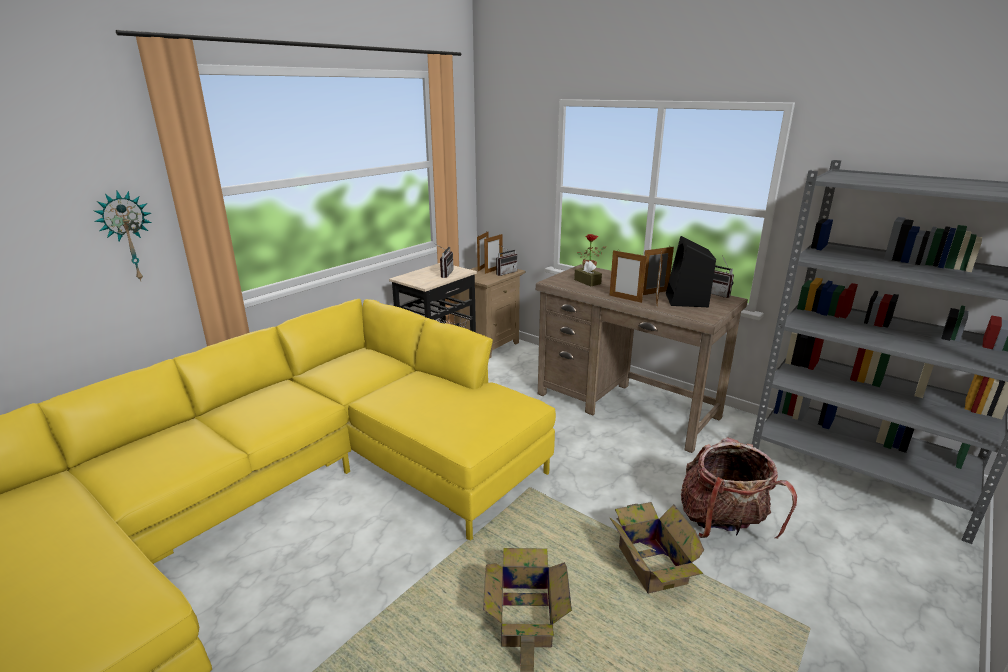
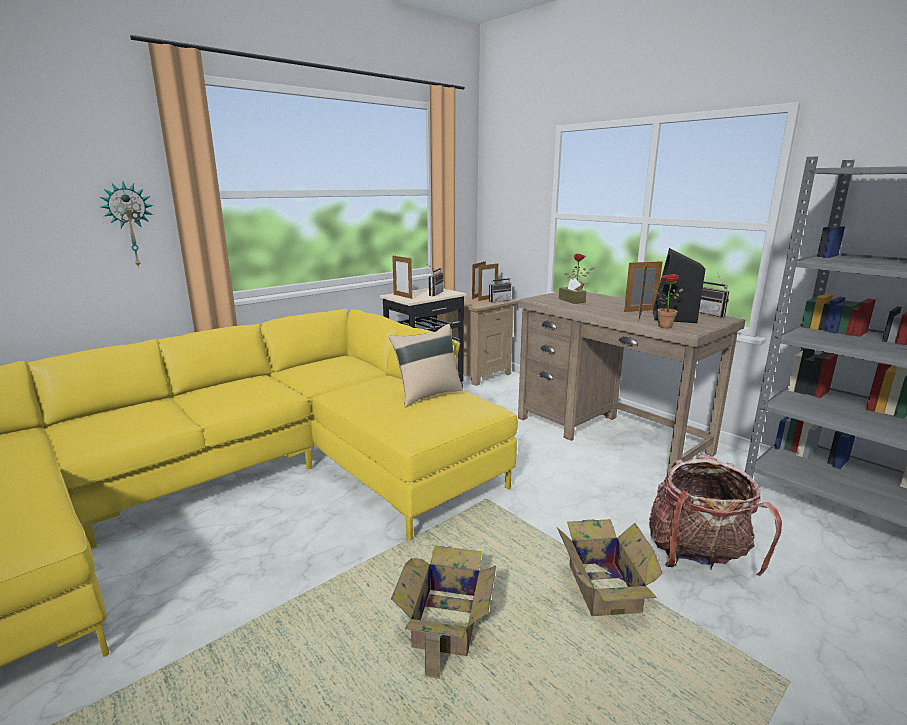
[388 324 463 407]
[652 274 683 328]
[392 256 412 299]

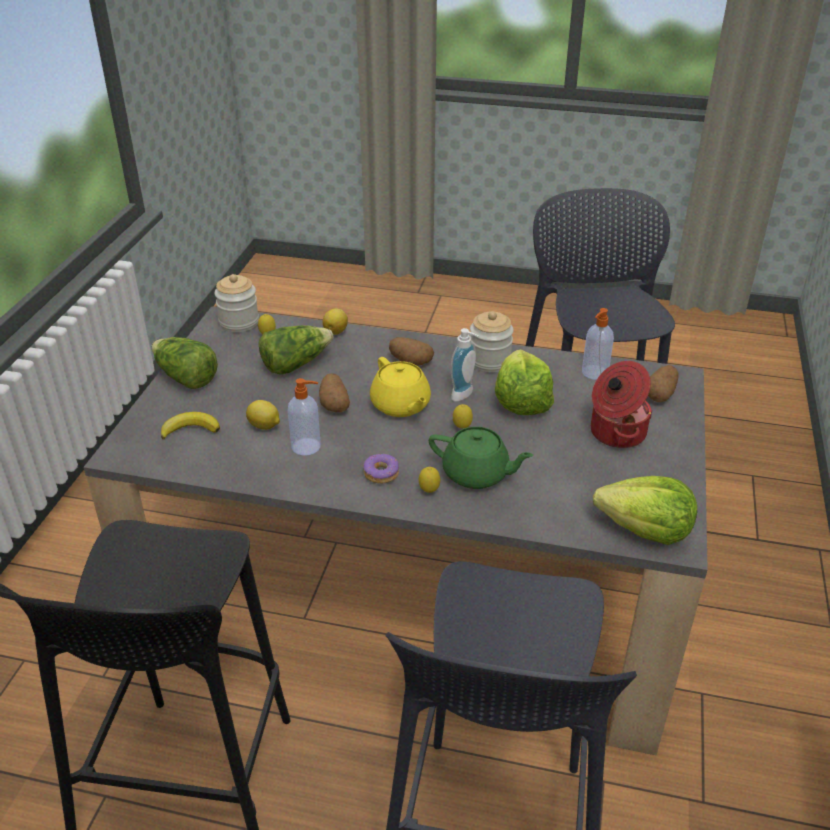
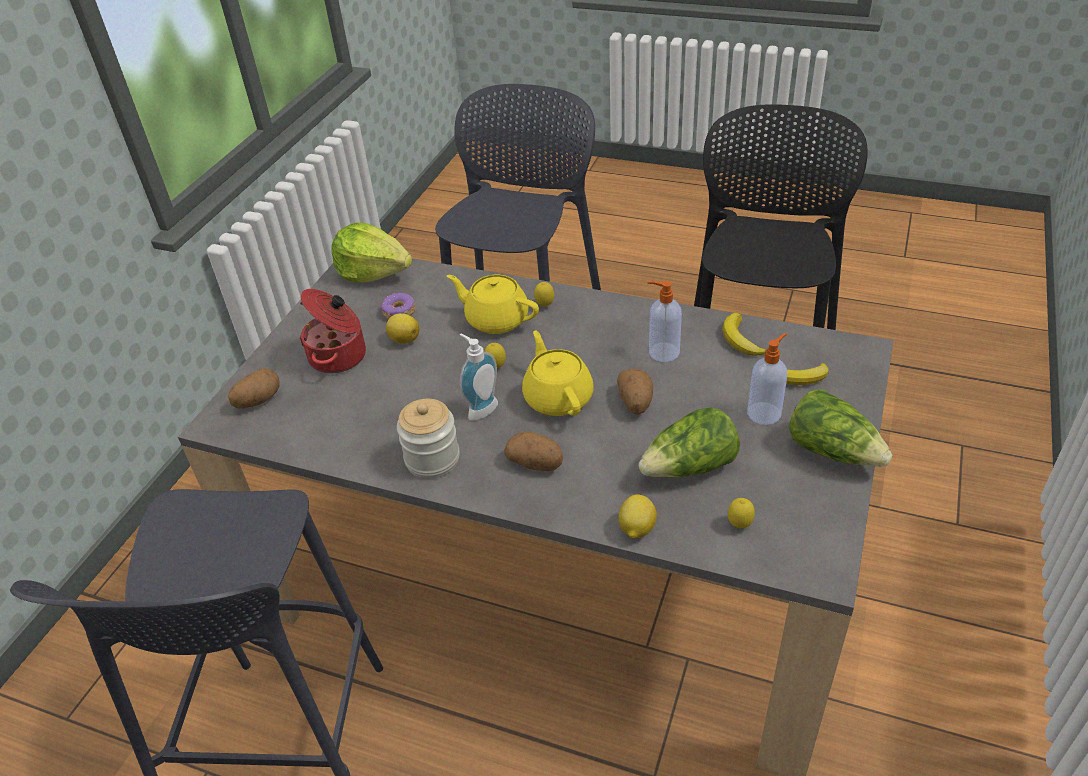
[215 274 259 333] (first image)
[495 350 554 415] (first image)
[723 313 766 356]
[386 313 419 344]
[381 293 416 319]
[747 333 787 425]
[447 275 539 334]

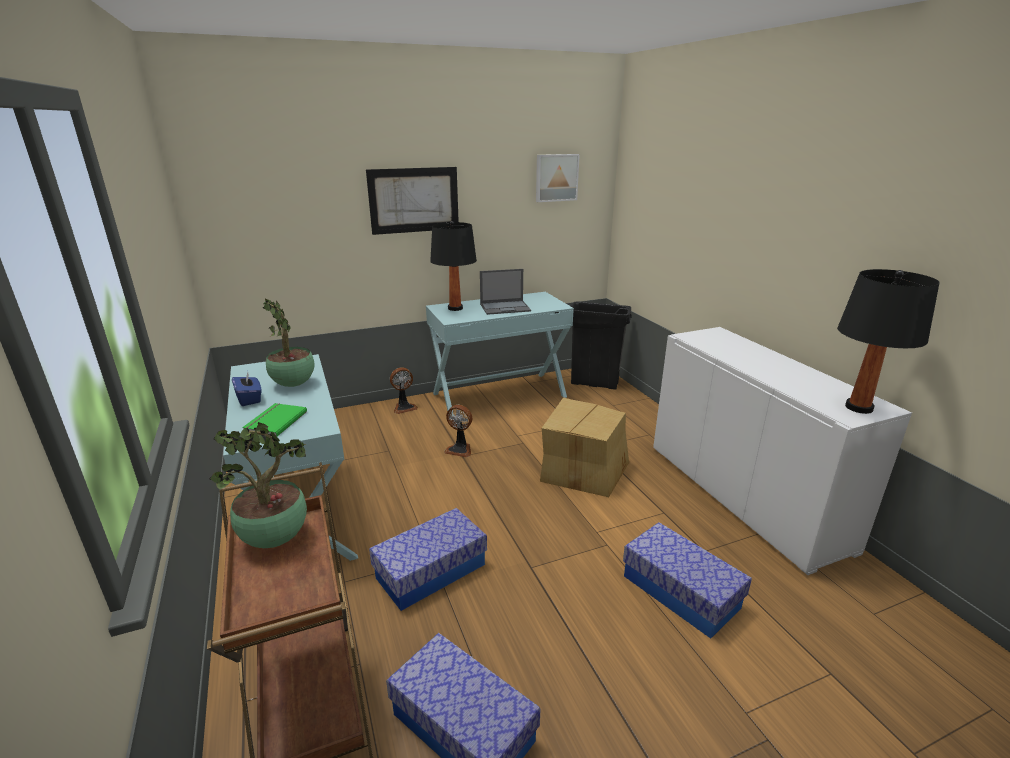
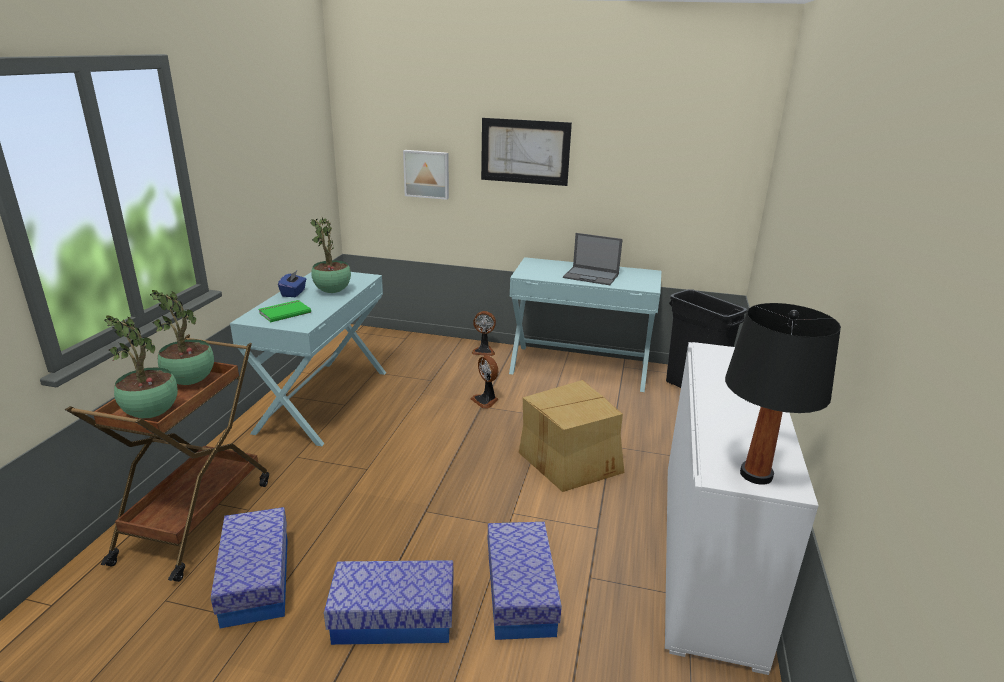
[430 221 477 311] (first image)
[104 316 178 418]
[324 560 453 645]
[403 150 449 200]

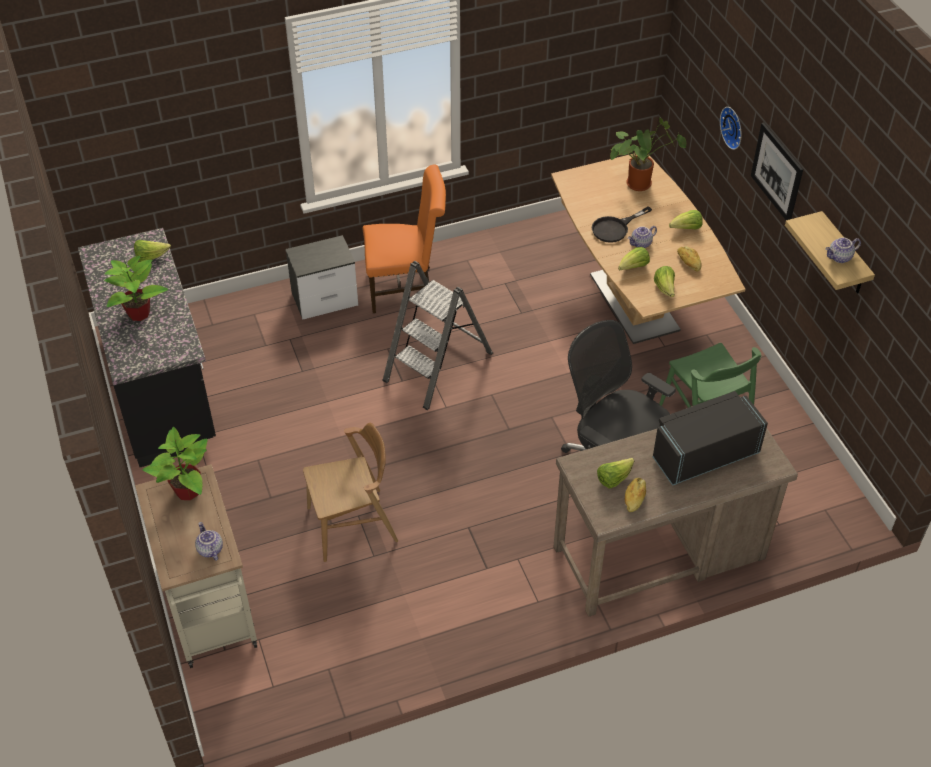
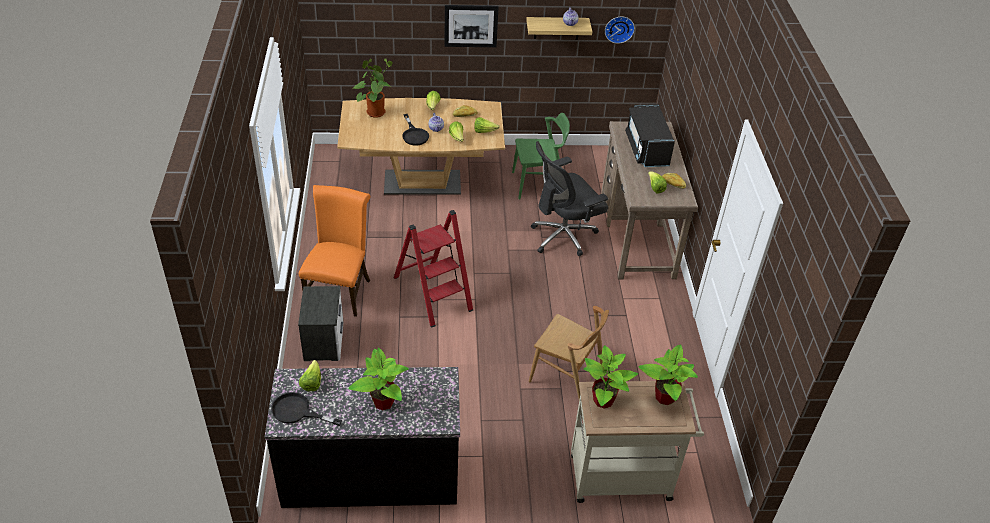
[271 392 343 426]
[605 17 635 44]
[638 344 698 405]
[393 210 473 328]
[529 306 609 400]

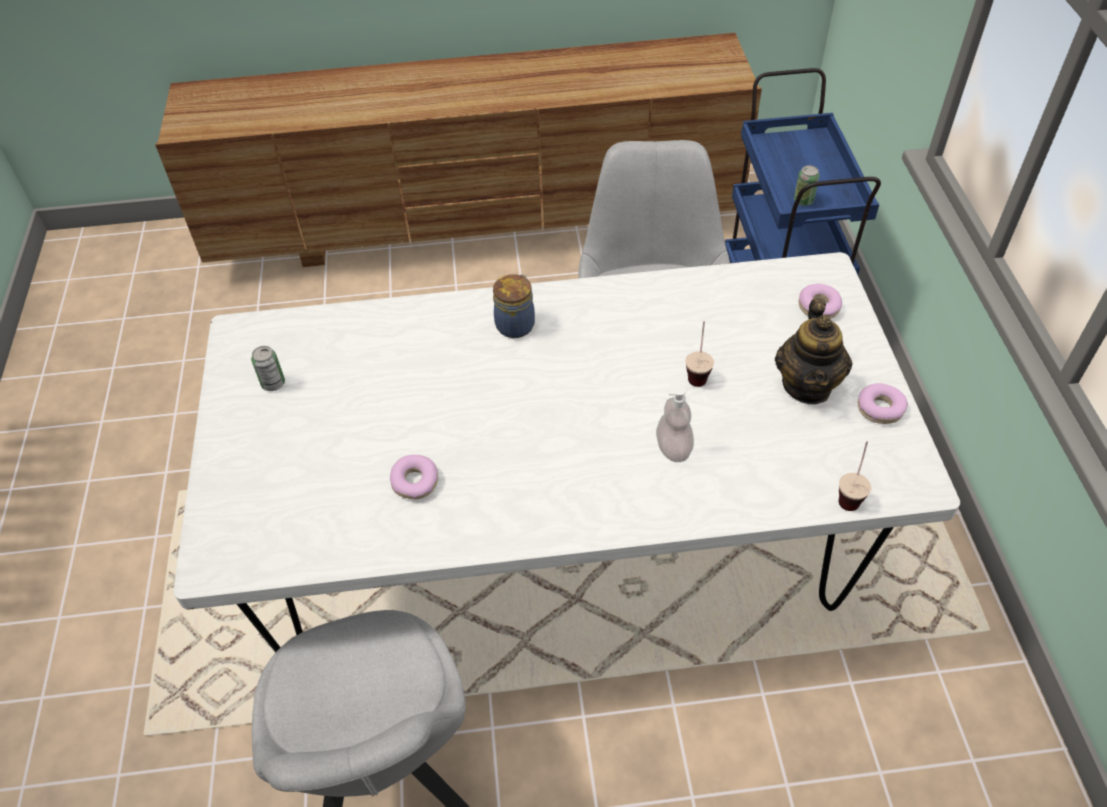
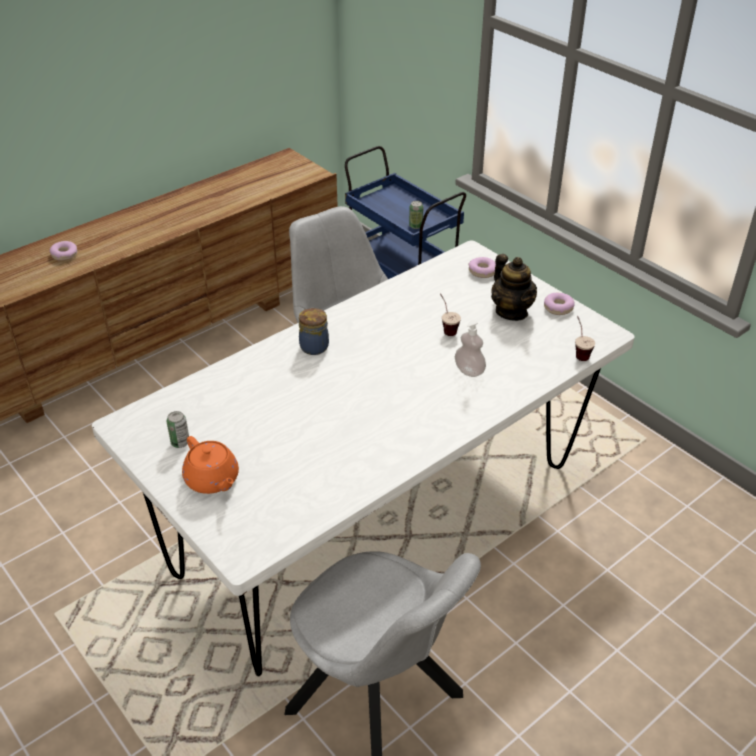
[182 436 239 494]
[50 241 78 260]

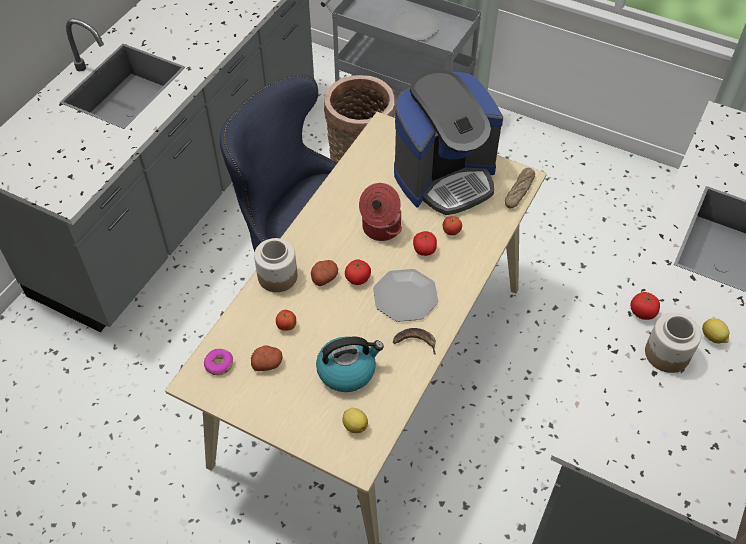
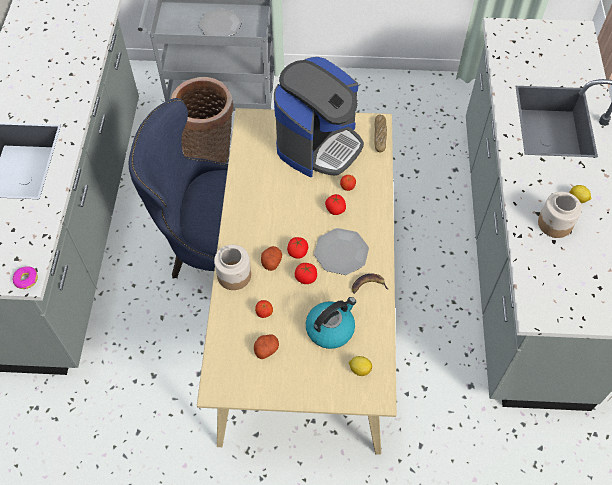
[359 183 402 241] (first image)
[12 266 38 289]
[295 263 317 284]

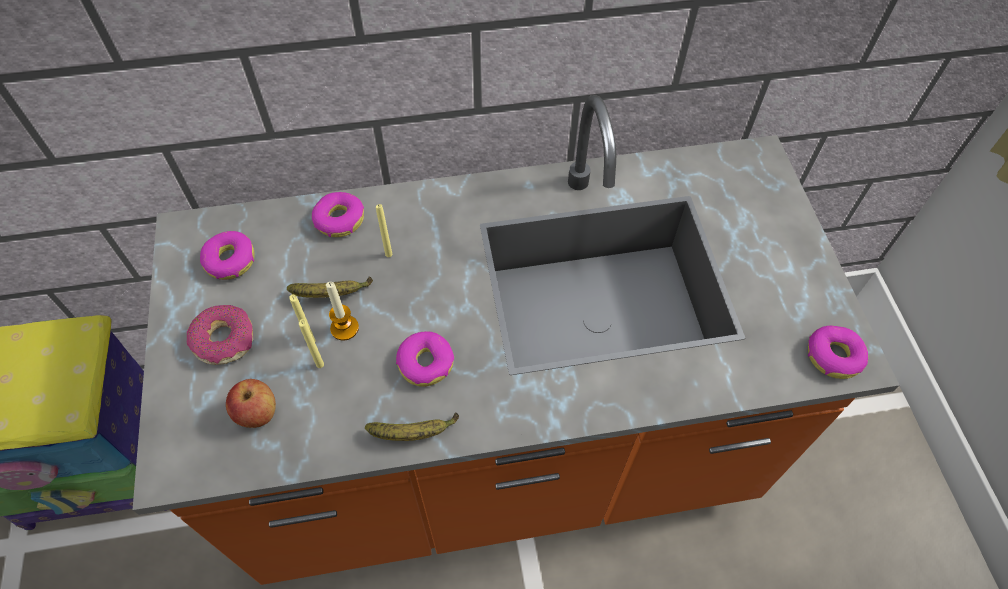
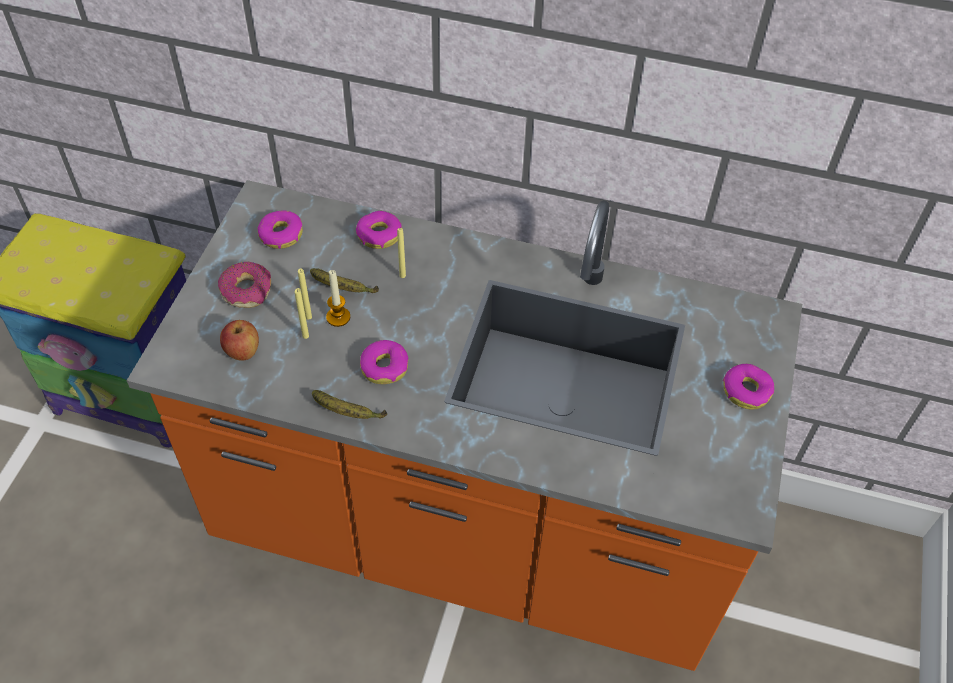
[723 364 774 410]

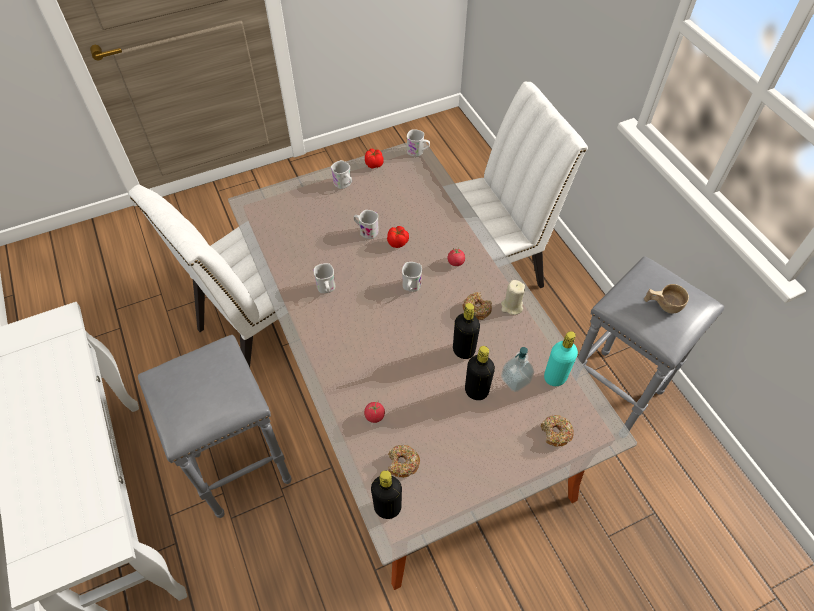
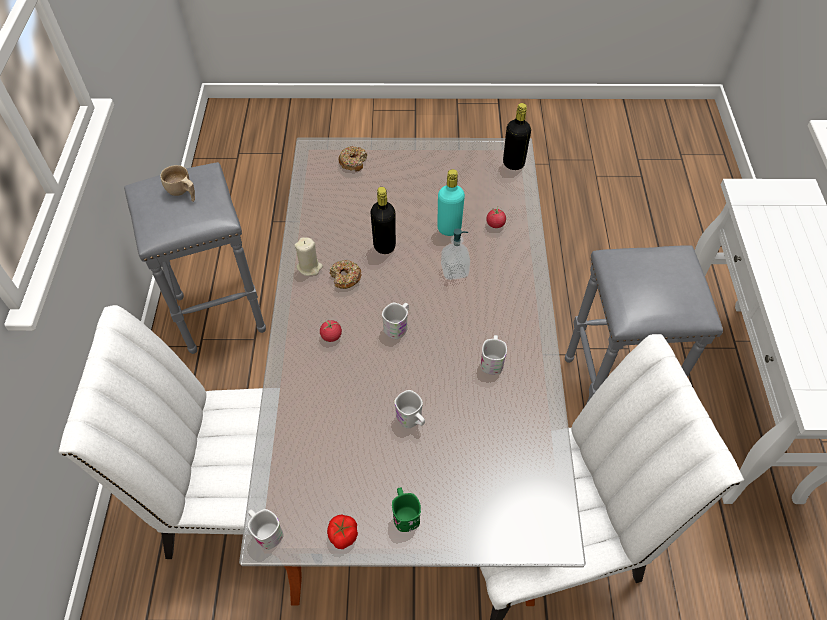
[387 226 409 248] (first image)
[388 445 420 478] (first image)
[465 346 495 400] (first image)
[441 228 470 280]
[437 169 465 236]
[392 487 421 532]

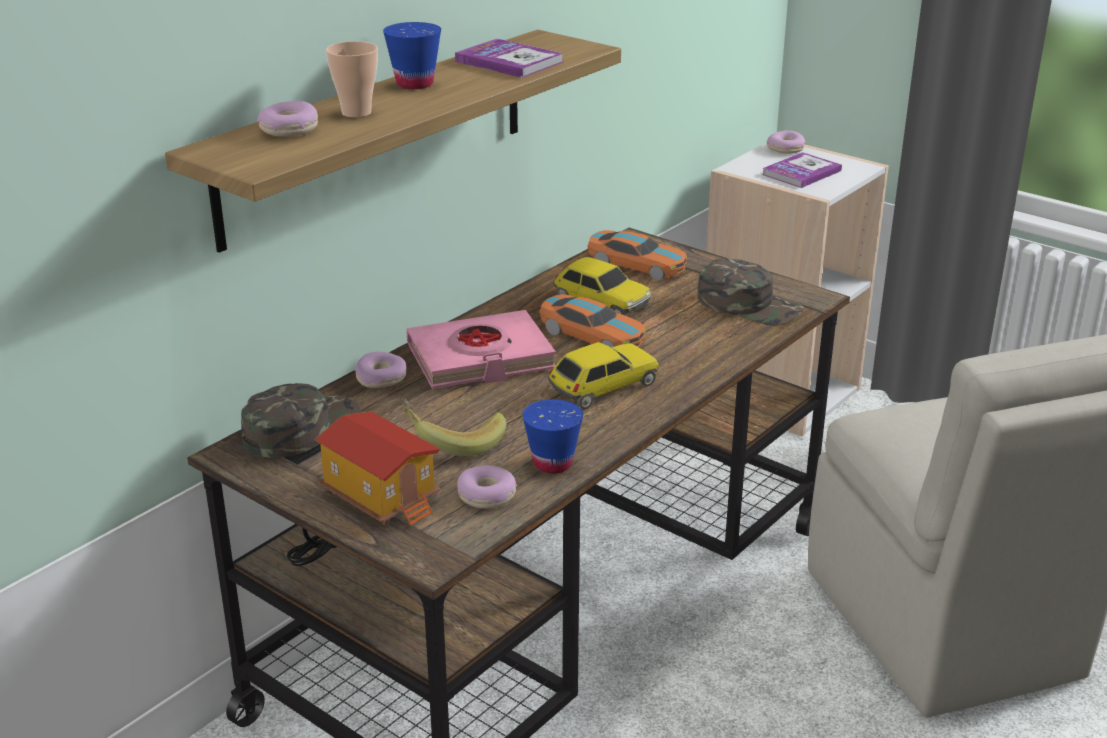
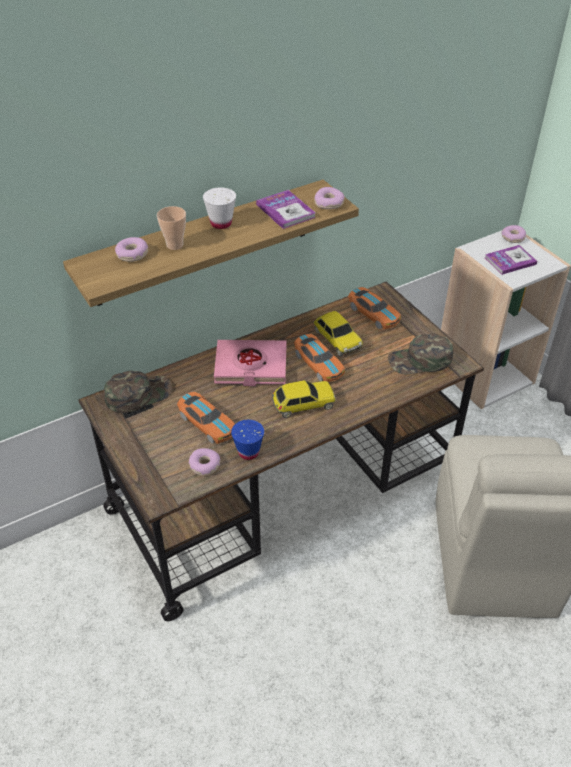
[315 412 440 526] (first image)
[315 187 345 209]
[177 392 235 444]
[203 187 236 229]
[388 333 453 374]

